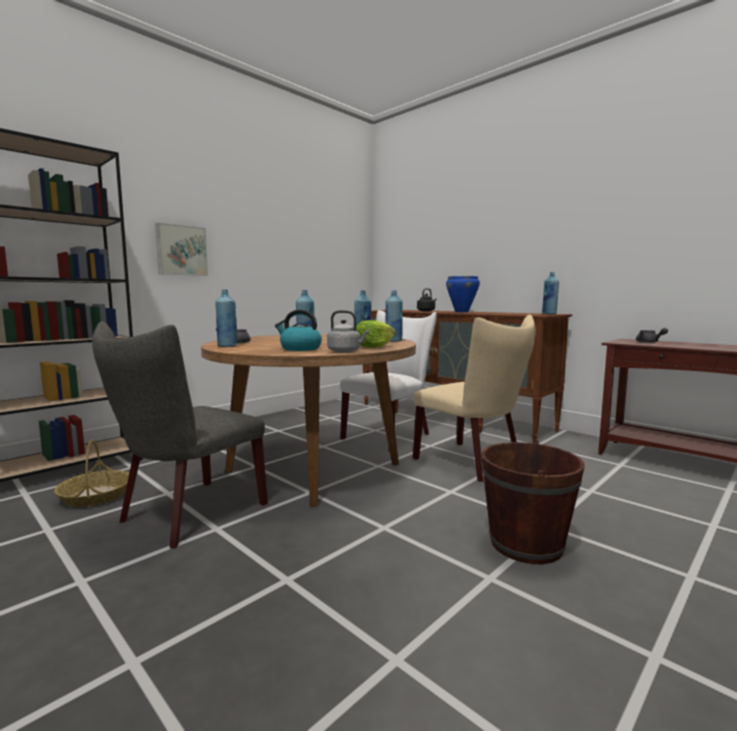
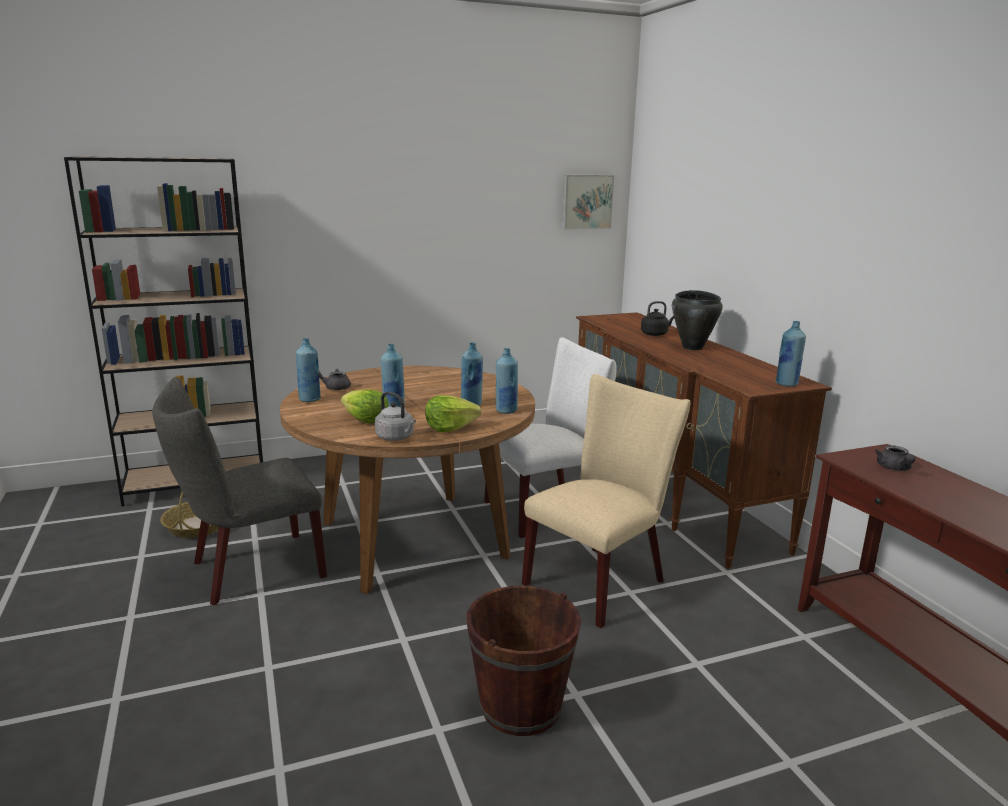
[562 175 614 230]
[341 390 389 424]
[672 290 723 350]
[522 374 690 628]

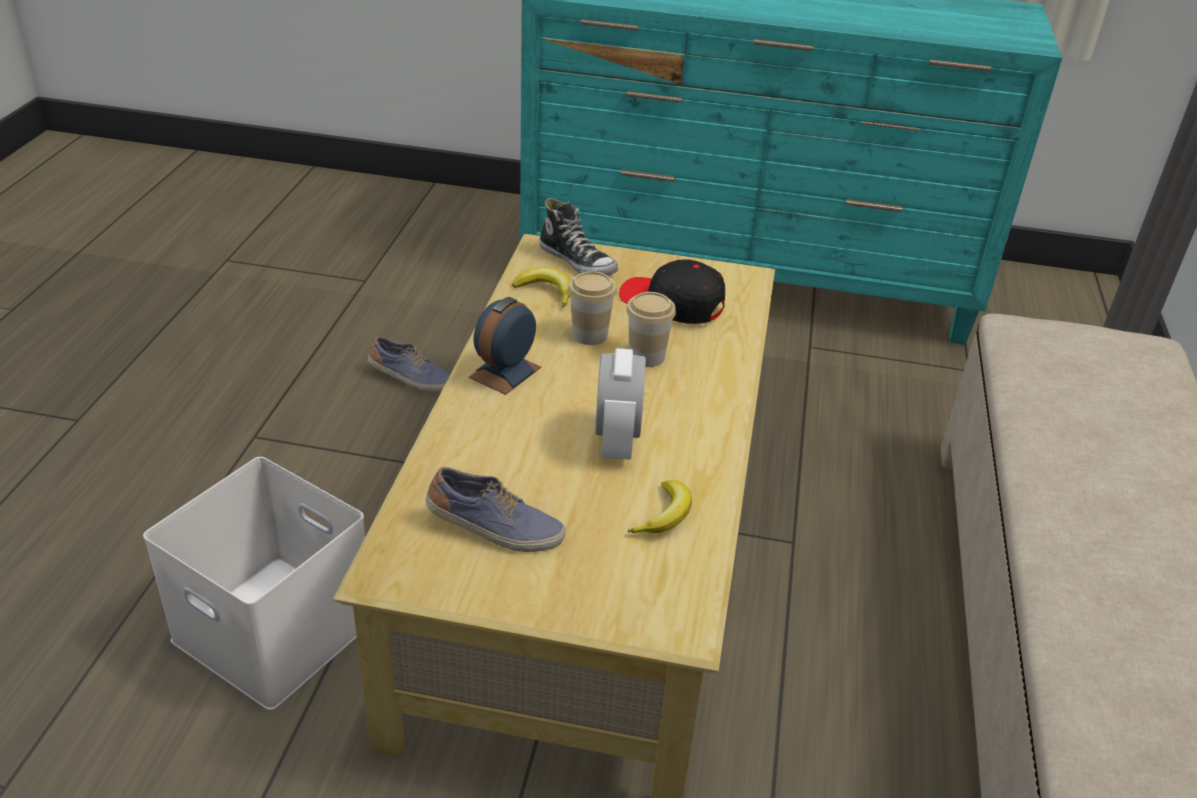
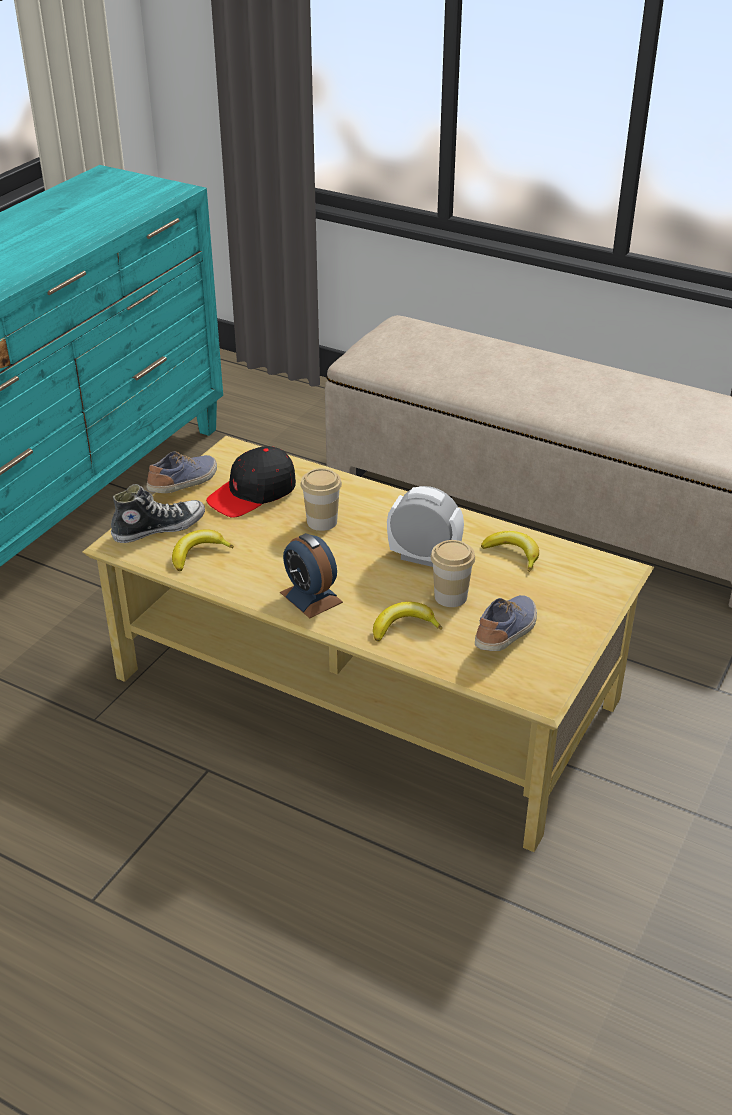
[143 457 365 710] (first image)
[373 602 442 642]
[147 451 217 493]
[431 540 475 607]

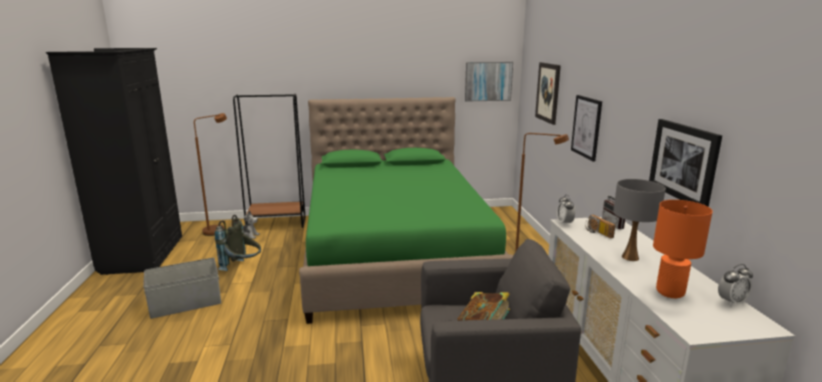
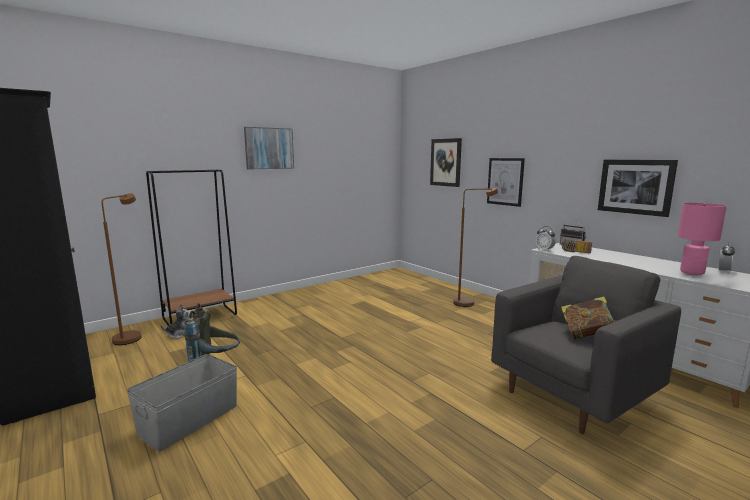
[299 97 514 324] (first image)
[613 179 666 261] (first image)
[244 127 294 169]
[678 203 727 276]

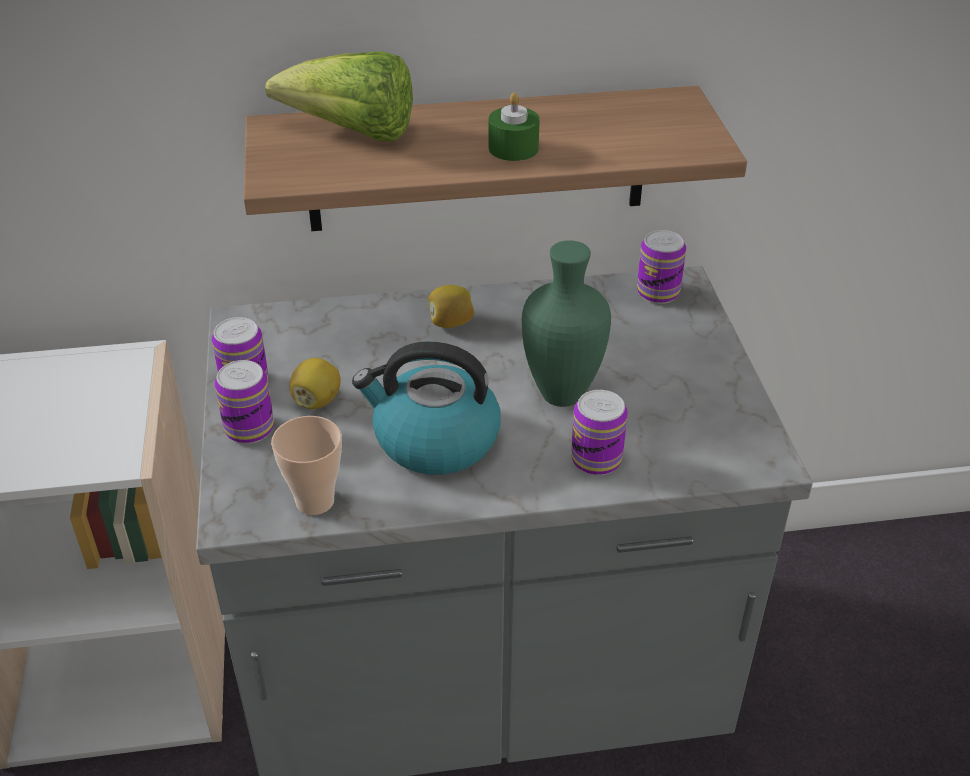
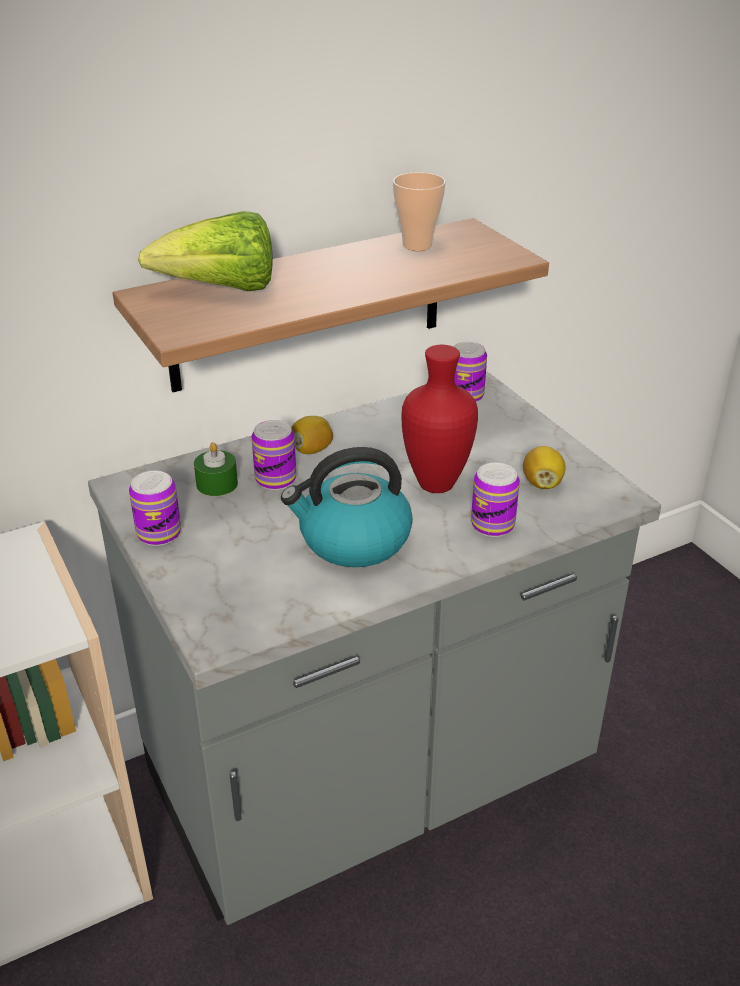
[252 420 296 490]
[393 172 446 251]
[523 446 566 489]
[194 442 238 496]
[401 345 478 493]

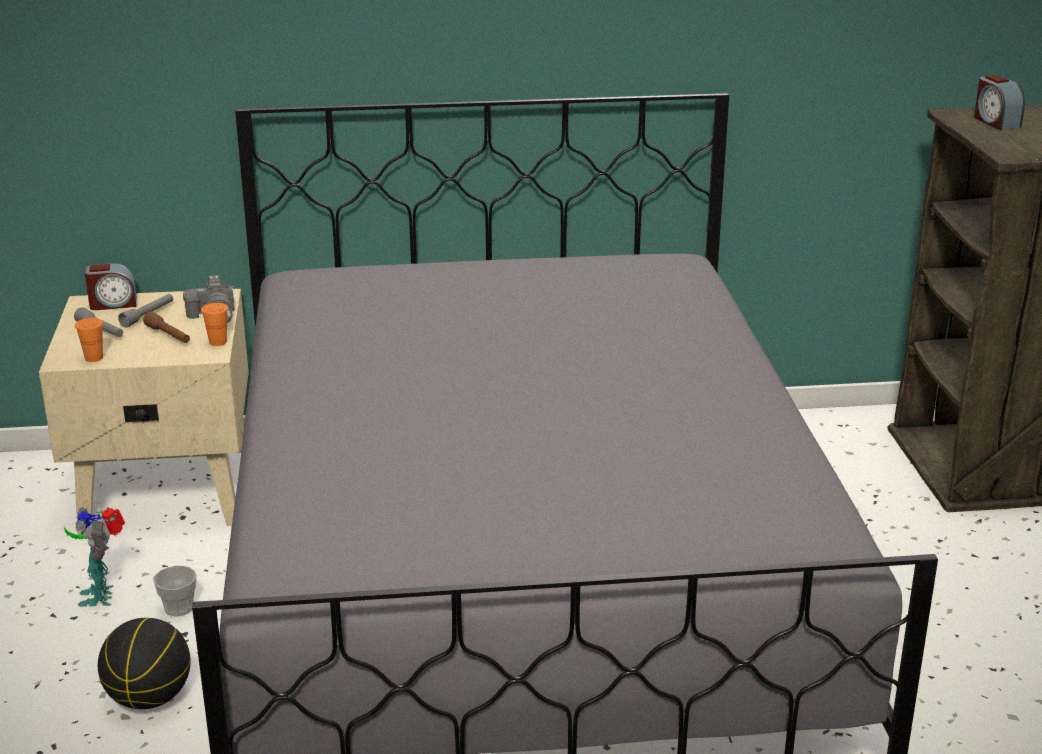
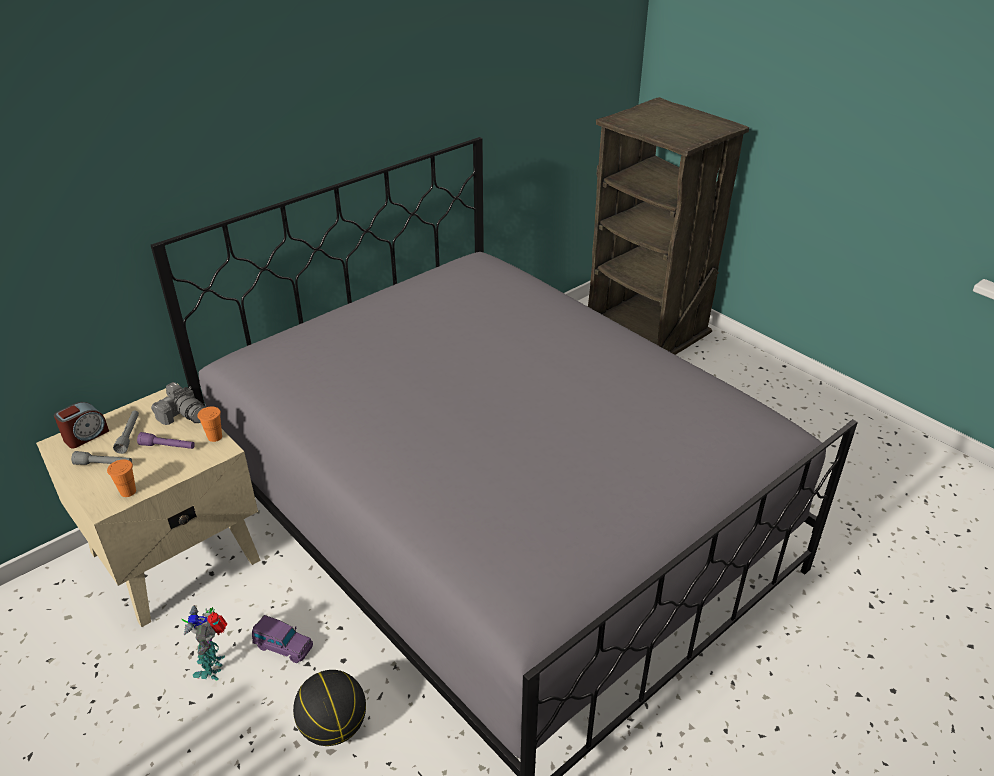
[974 75 1025 130] (first image)
[252 615 313 663]
[137 432 195 449]
[181 605 227 681]

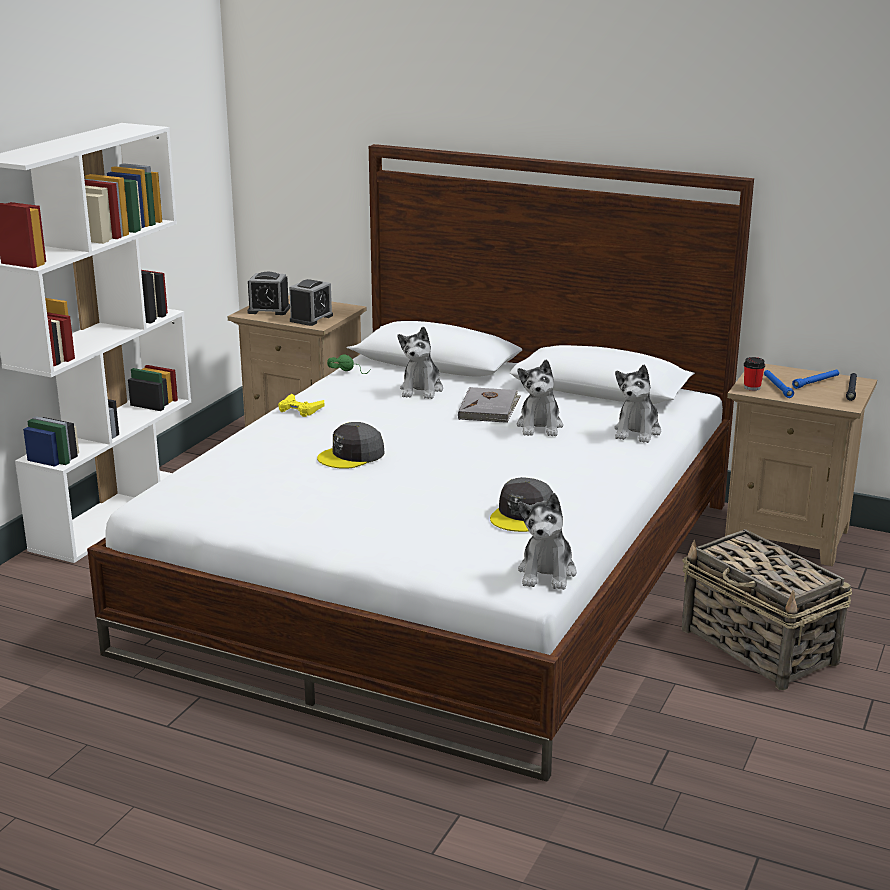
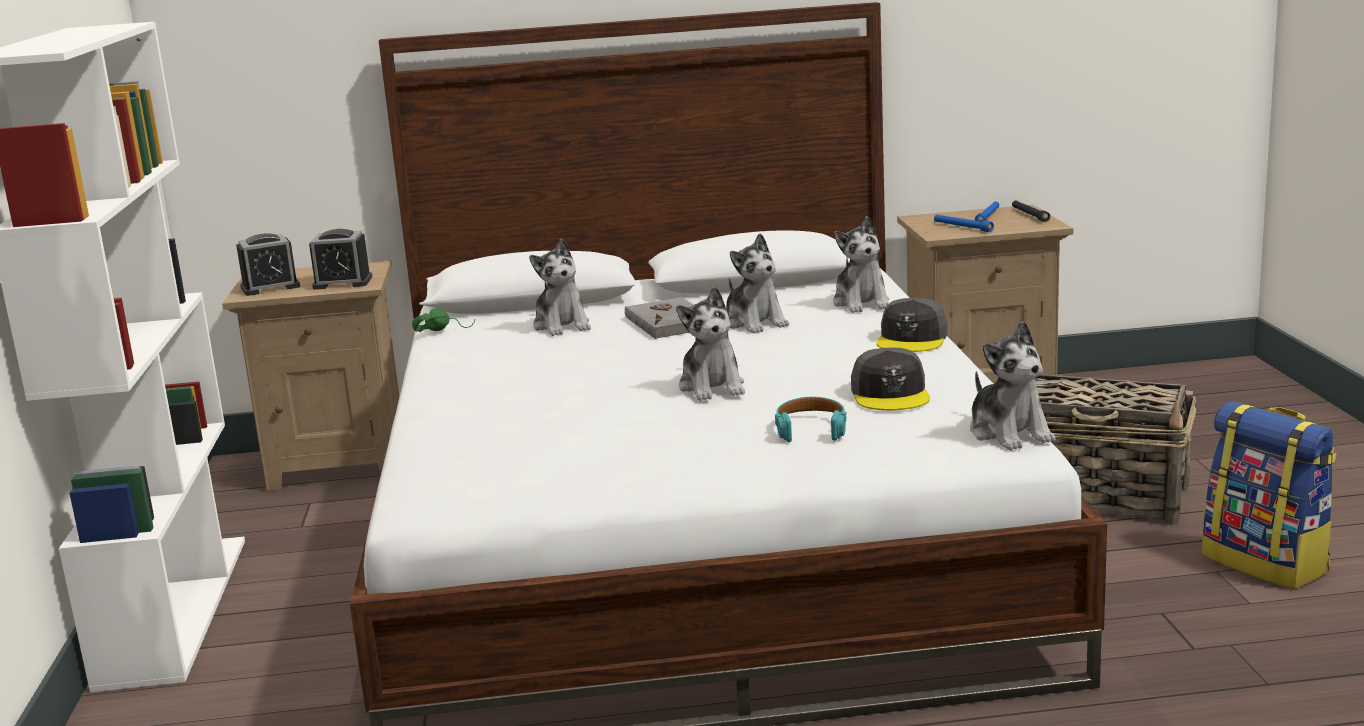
[278 394 324 417] (first image)
[744 357 765 391] (first image)
[676 287 745 401]
[775 397 846 442]
[1202 402 1336 589]
[876 298 947 352]
[309 229 372 290]

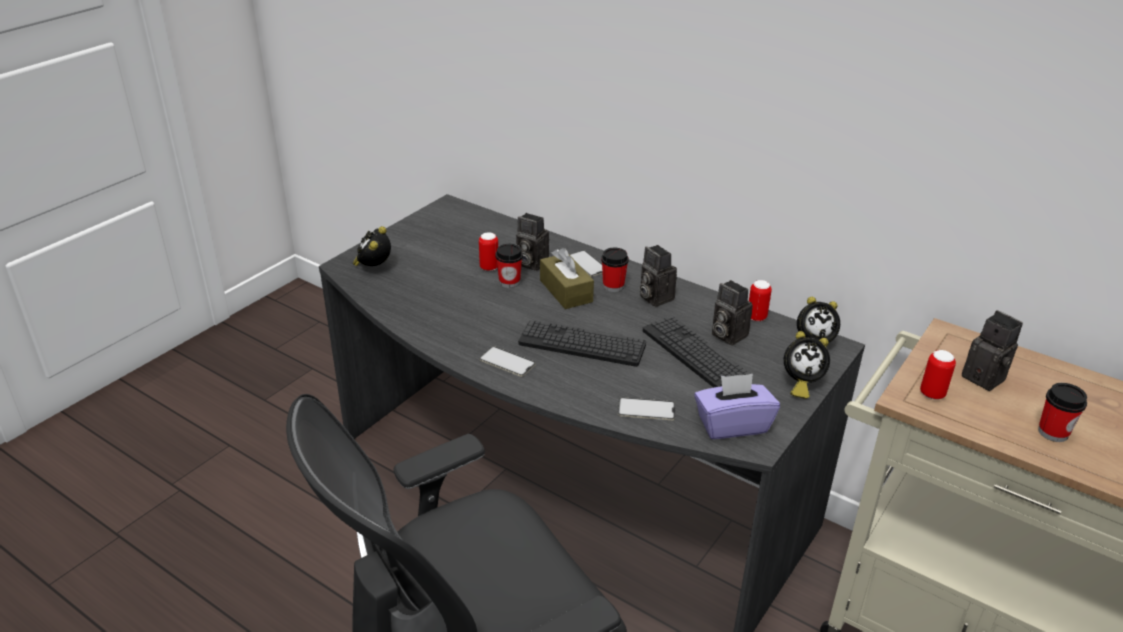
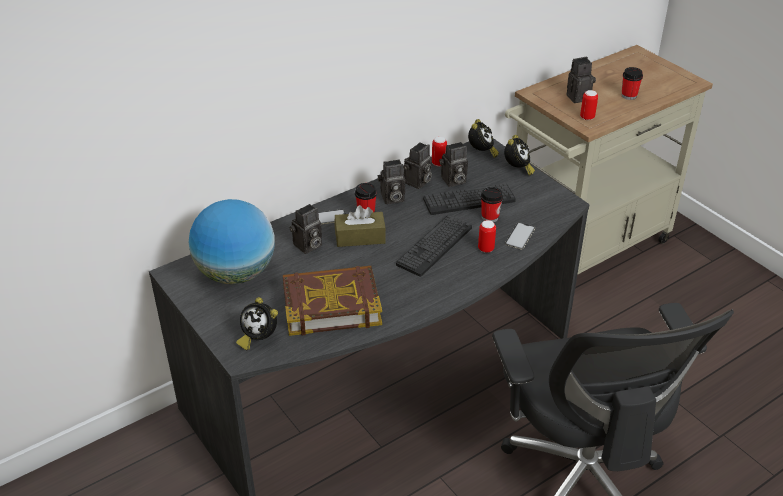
[479 346 536 377] (first image)
[694 374 780 439] (first image)
[189 199 275 284]
[283 266 382 336]
[403 142 432 189]
[478 220 496 253]
[481 187 503 222]

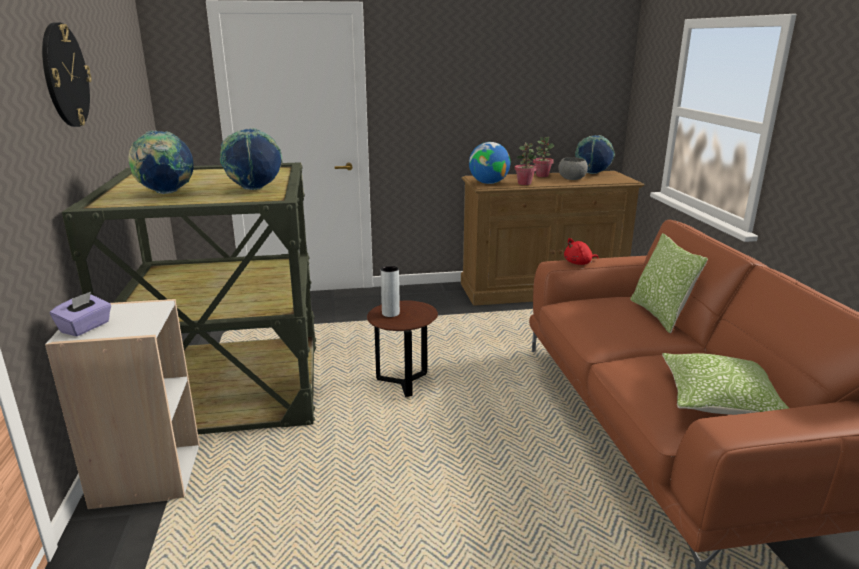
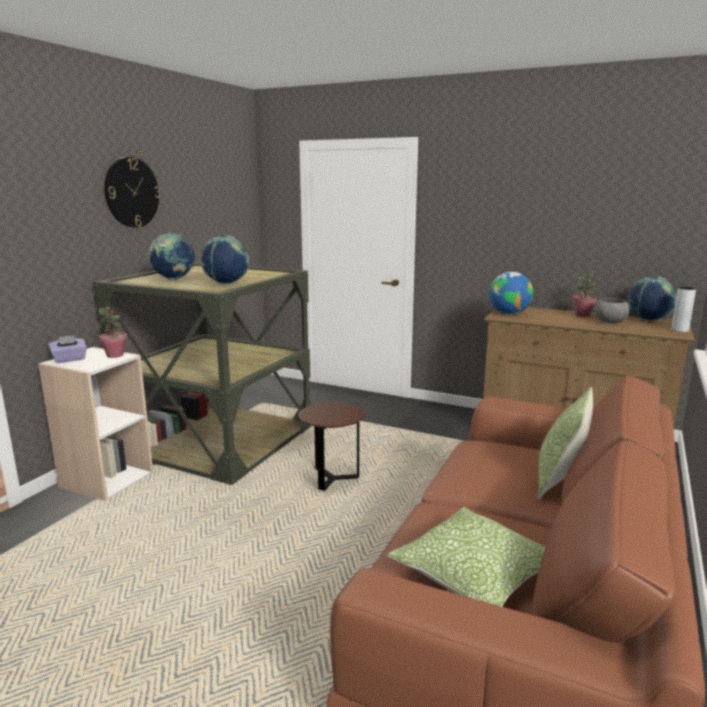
[564 238 599 265] (first image)
[671 287 696 332]
[98 307 127 358]

